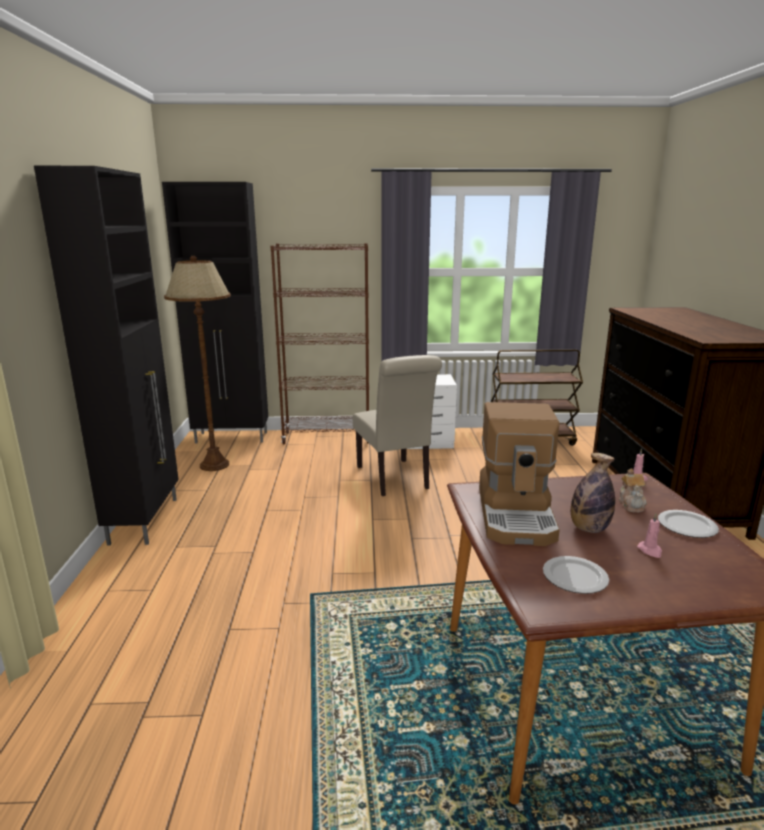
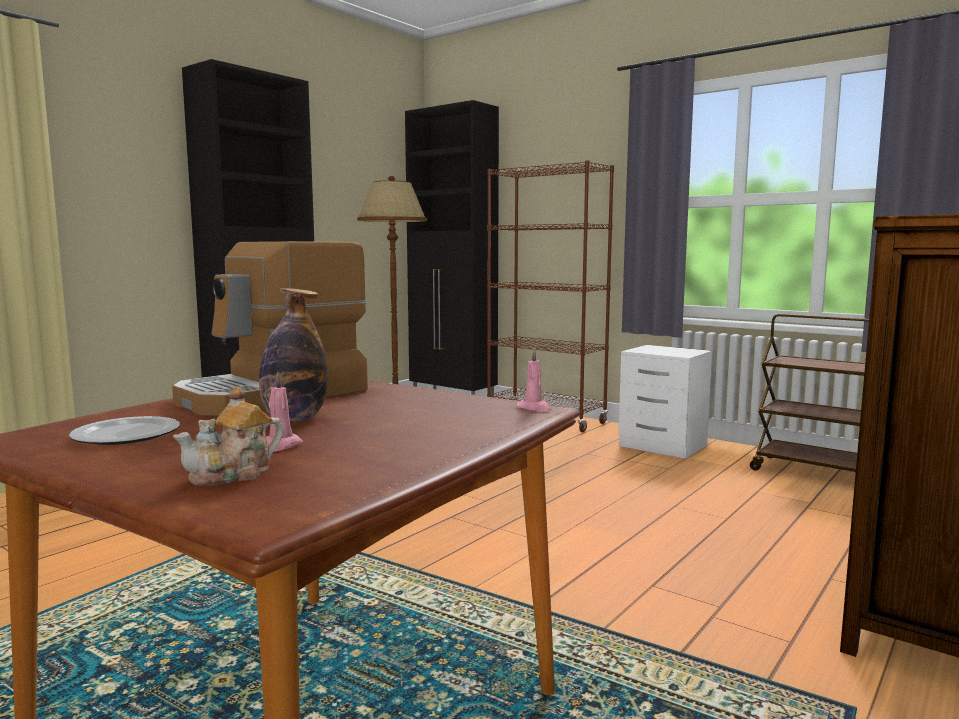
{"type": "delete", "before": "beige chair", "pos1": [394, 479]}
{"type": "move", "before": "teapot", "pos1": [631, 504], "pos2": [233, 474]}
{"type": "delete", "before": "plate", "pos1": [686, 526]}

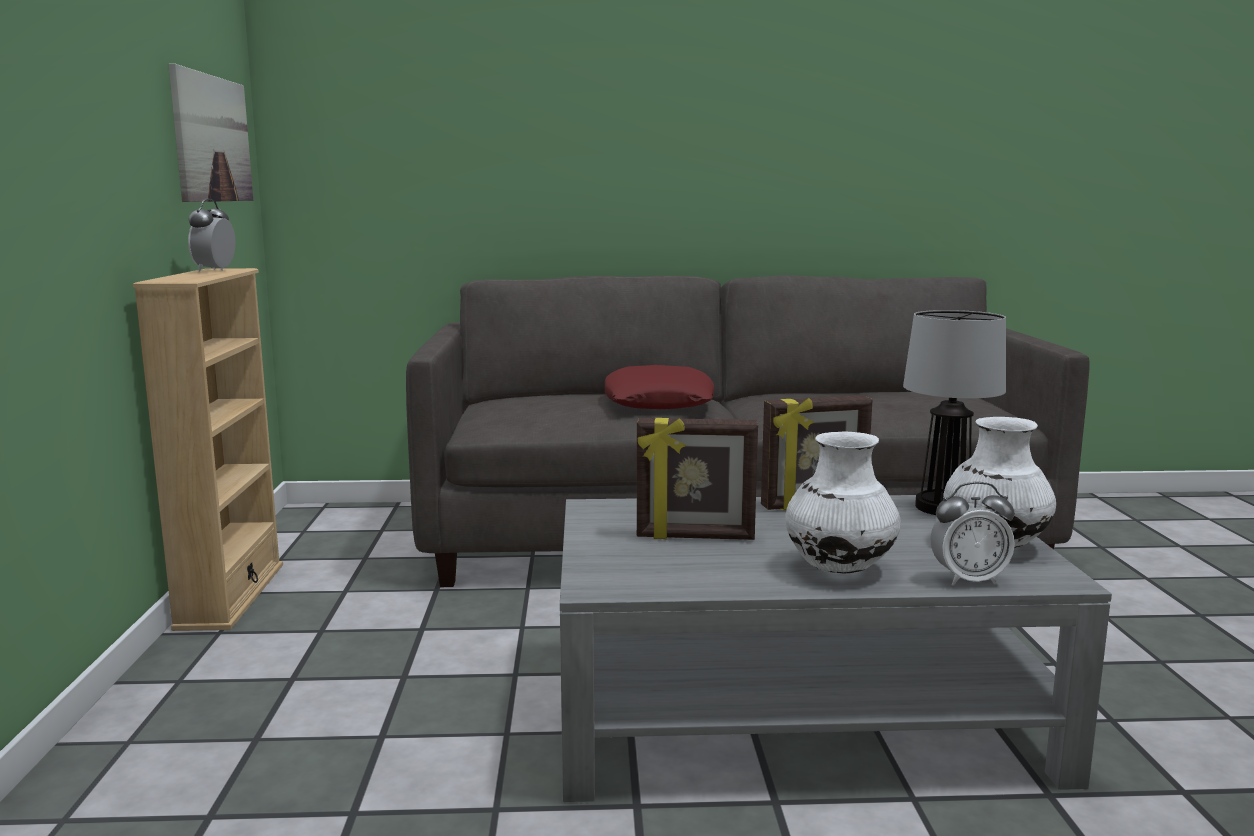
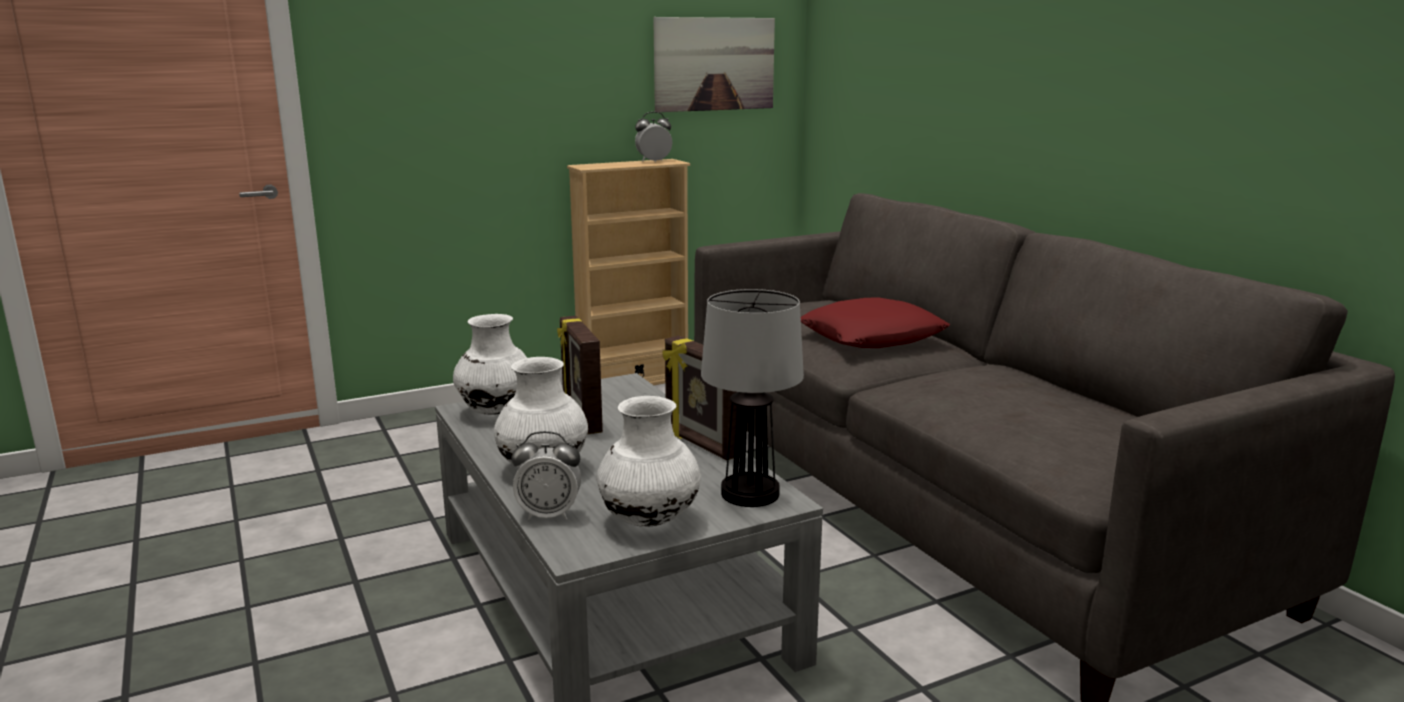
{"type": "rotate", "before": "alarm clock", "pos1": [968, 580], "pos2": [549, 515], "turn": -60}
{"type": "insert", "after": "white vase", "pos2": [496, 411]}

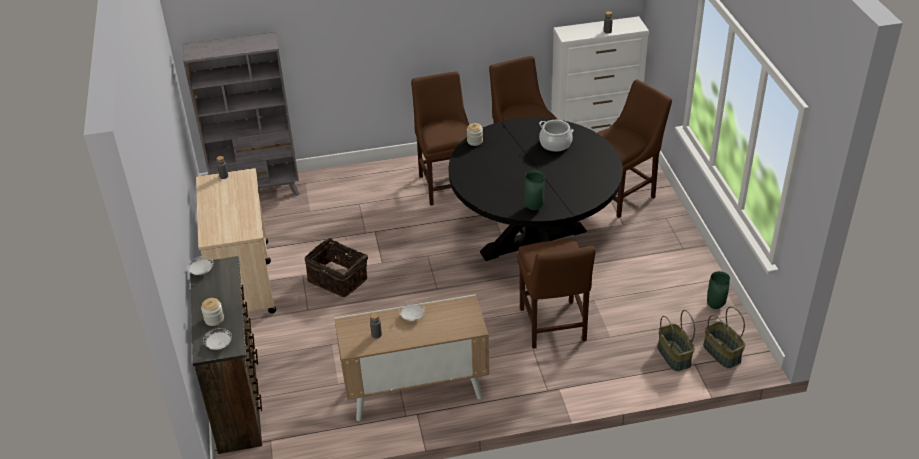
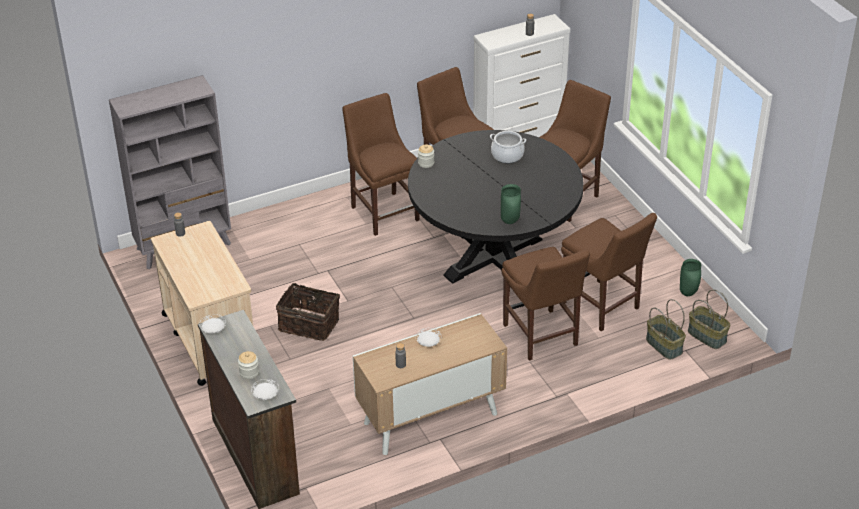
{"type": "insert", "after": "brown chair", "pos2": [602, 307]}

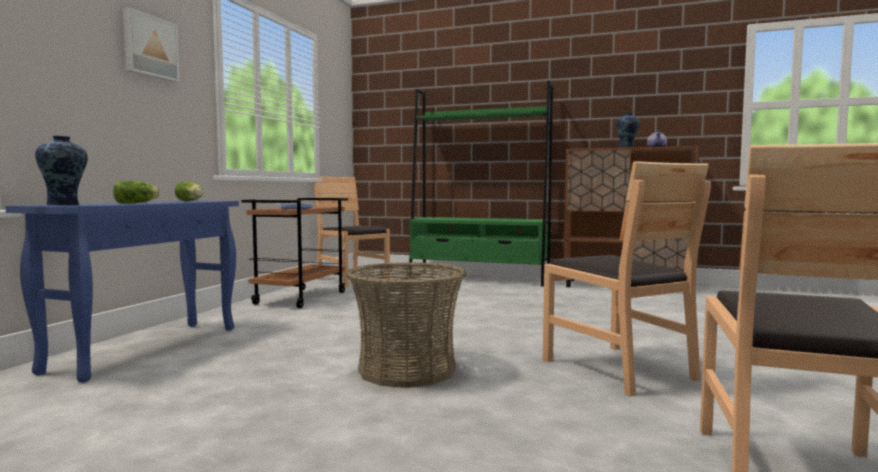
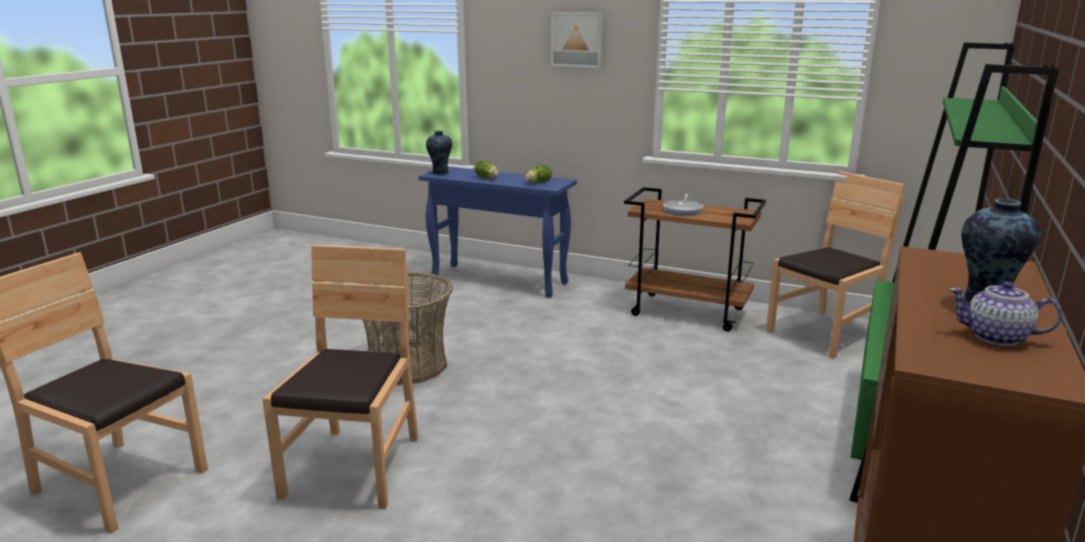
{"type": "rotate", "before": "brown chair", "pos1": [618, 368], "pos2": [354, 467], "turn": 120}

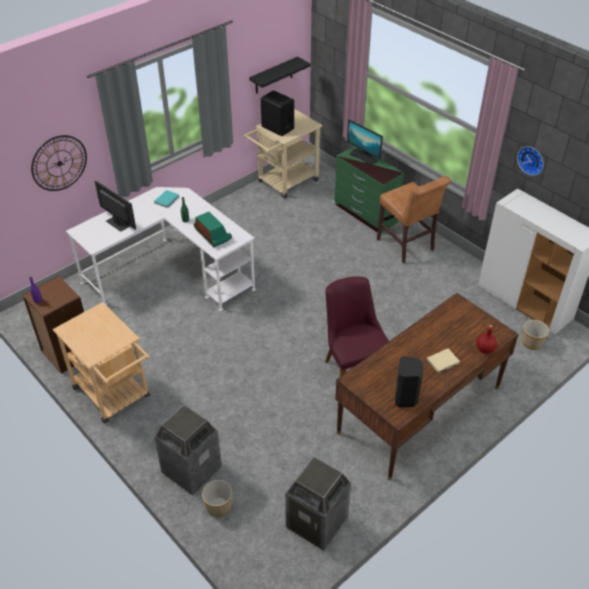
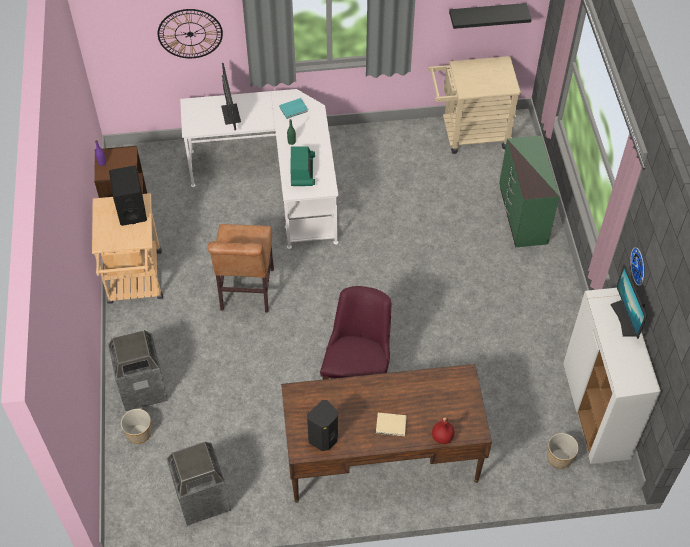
{"type": "move", "before": "black speaker", "pos1": [277, 127], "pos2": [131, 209]}
{"type": "move", "before": "monitor", "pos1": [363, 157], "pos2": [625, 319]}
{"type": "move", "before": "brown chair", "pos1": [407, 246], "pos2": [246, 292]}

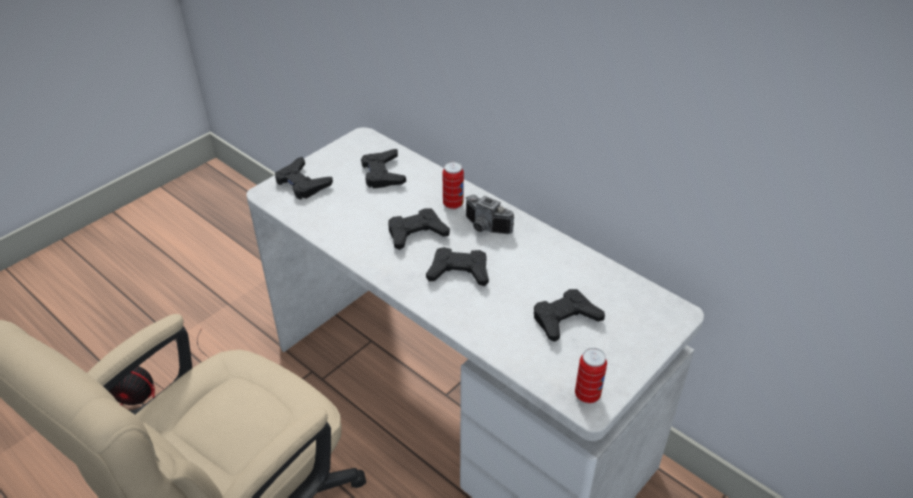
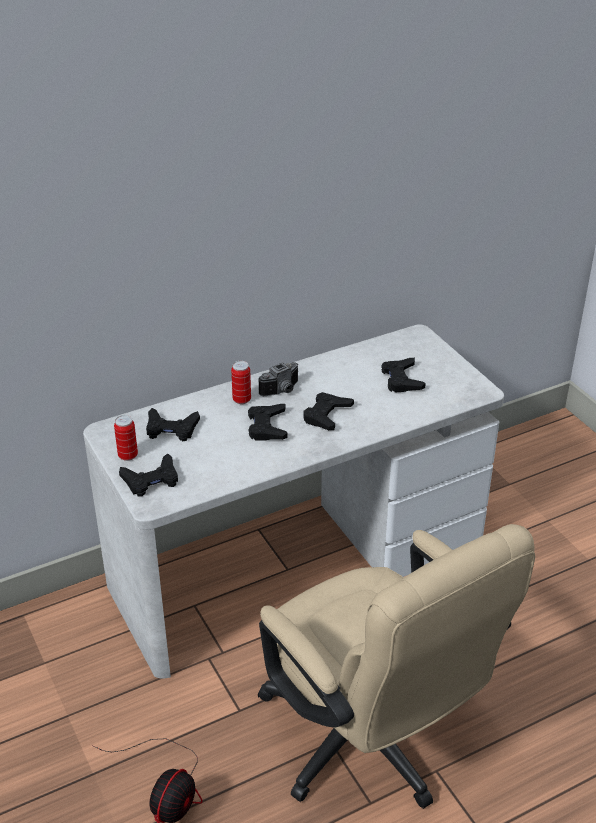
{"type": "move", "before": "can", "pos1": [587, 395], "pos2": [128, 456]}

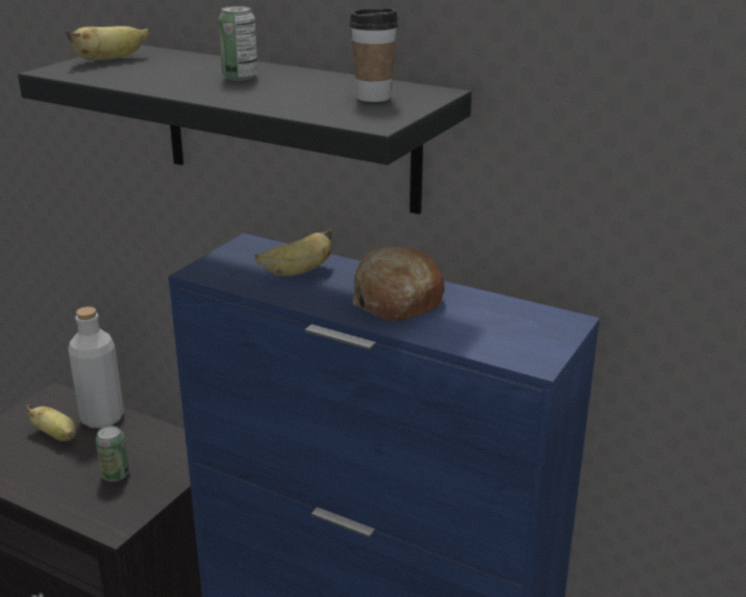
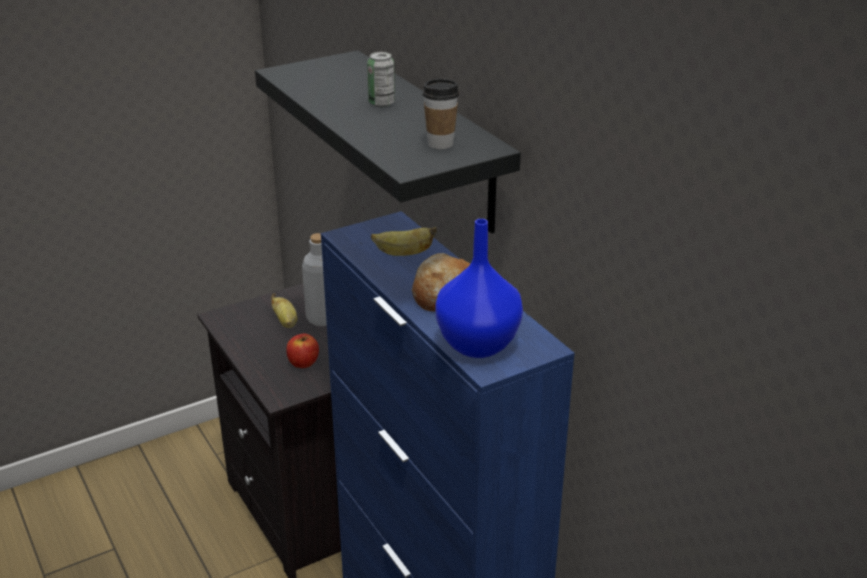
{"type": "delete", "before": "banana", "pos1": [110, 59]}
{"type": "replace", "before": "can", "after": "apple", "pos1": [115, 475], "pos2": [303, 362]}
{"type": "insert", "after": "blue vase", "pos2": [477, 343]}

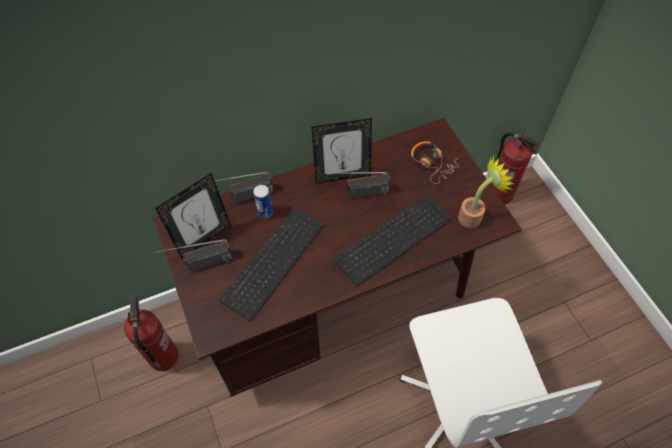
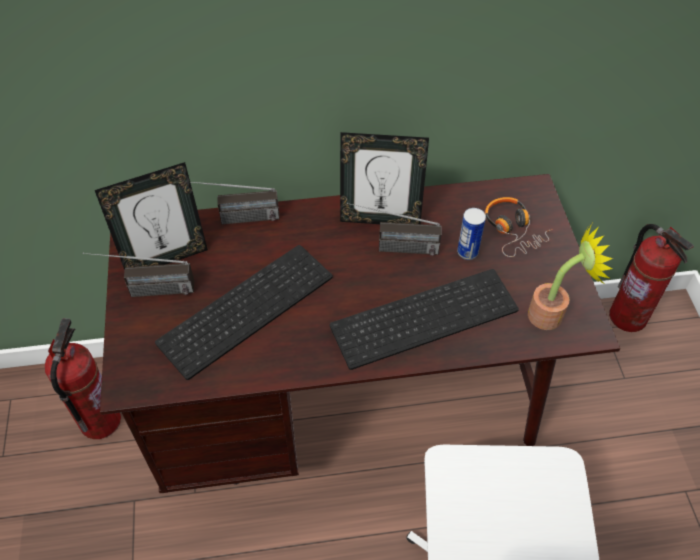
{"type": "move", "before": "can", "pos1": [265, 213], "pos2": [467, 252]}

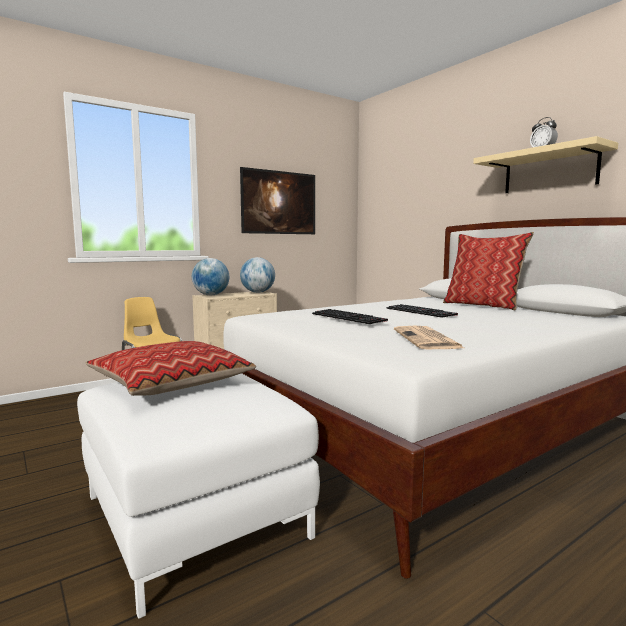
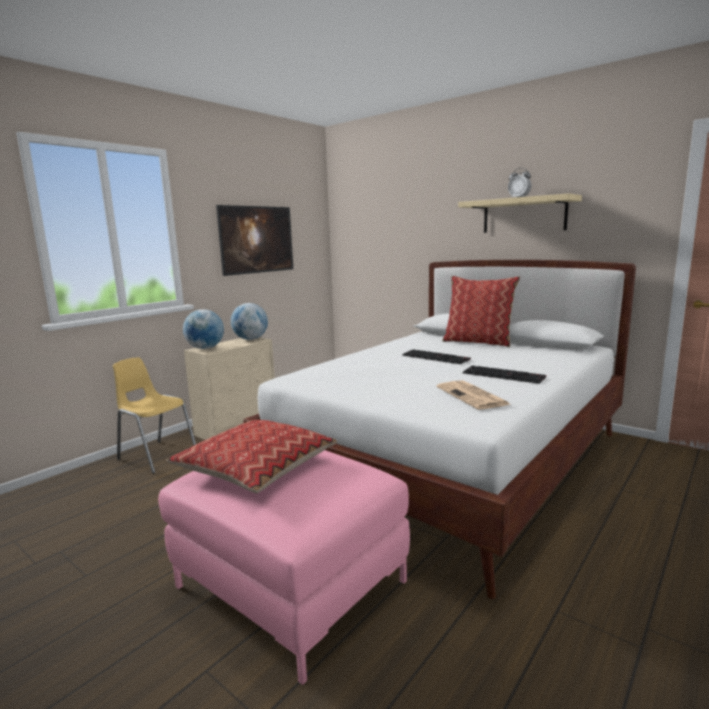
{"type": "move", "before": "keyboard", "pos1": [349, 317], "pos2": [504, 375]}
{"type": "recolor", "before": "white ottoman", "after": "pink ottoman", "pos1": [194, 516], "pos2": [291, 583]}

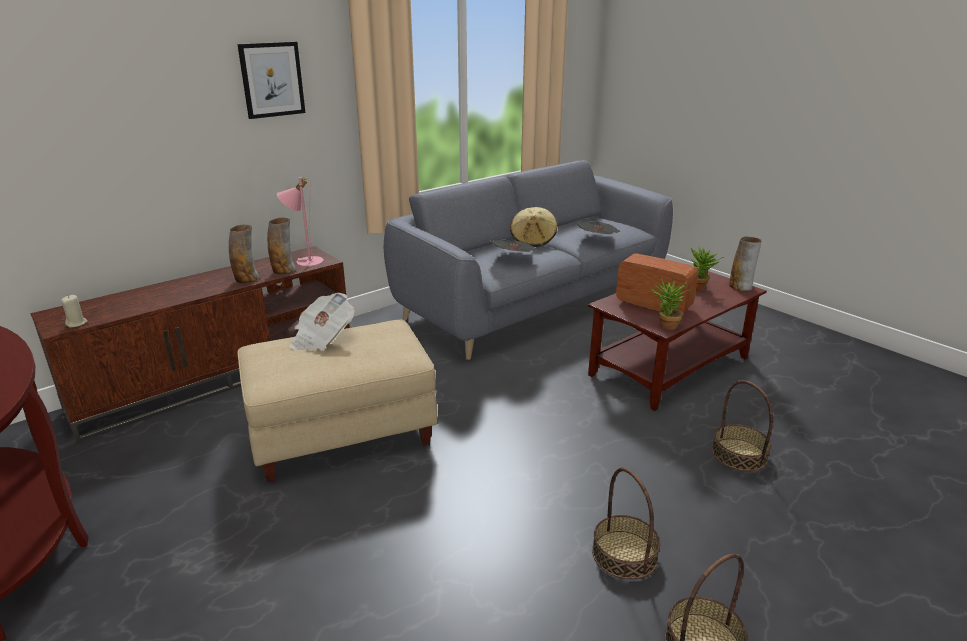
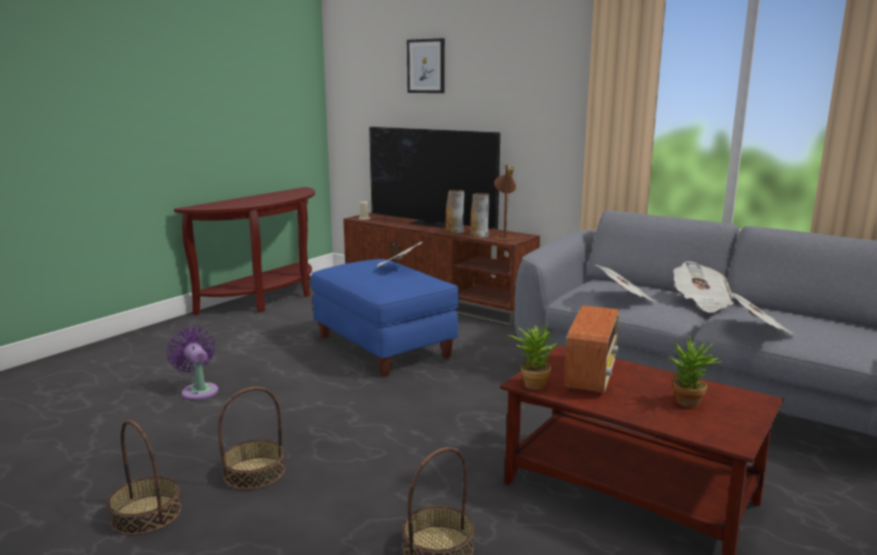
{"type": "move", "before": "picture", "pos1": [272, 80], "pos2": [426, 66]}
{"type": "recolor", "before": "pink table lamp", "after": "brown table lamp", "pos1": [305, 261], "pos2": [504, 237]}
{"type": "replace", "before": "beige hat", "after": "newspaper", "pos1": [533, 240], "pos2": [701, 302]}
{"type": "delete", "before": "vase", "pos1": [740, 286]}
{"type": "recolor", "before": "beige ottoman", "after": "blue ottoman", "pos1": [342, 435], "pos2": [382, 347]}
{"type": "insert", "after": "television", "pos2": [431, 223]}
{"type": "insert", "after": "purple fan", "pos2": [198, 390]}

